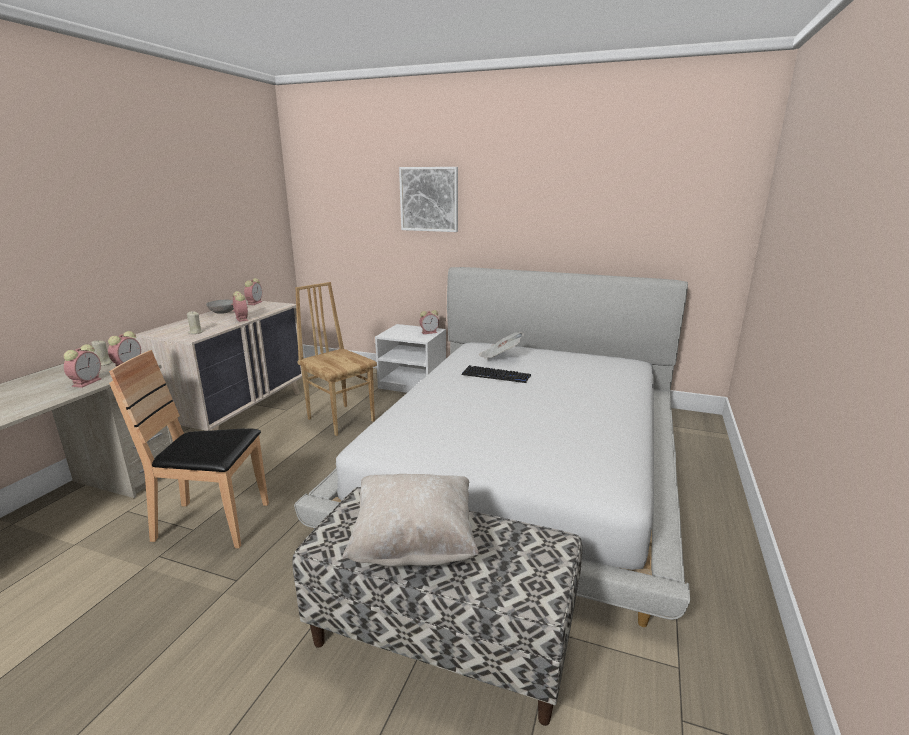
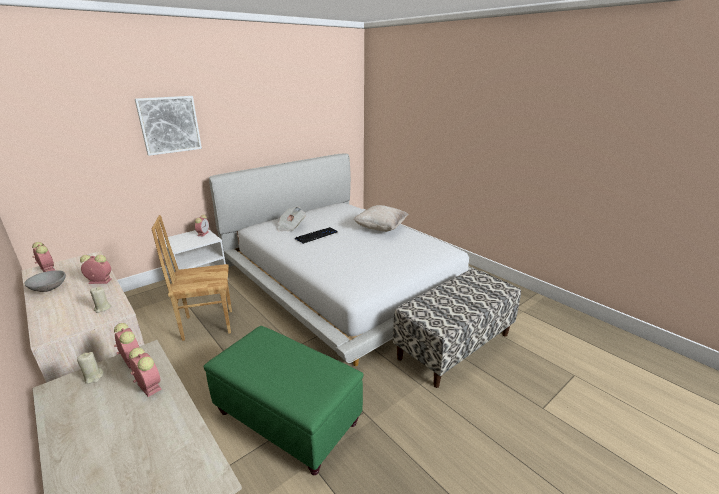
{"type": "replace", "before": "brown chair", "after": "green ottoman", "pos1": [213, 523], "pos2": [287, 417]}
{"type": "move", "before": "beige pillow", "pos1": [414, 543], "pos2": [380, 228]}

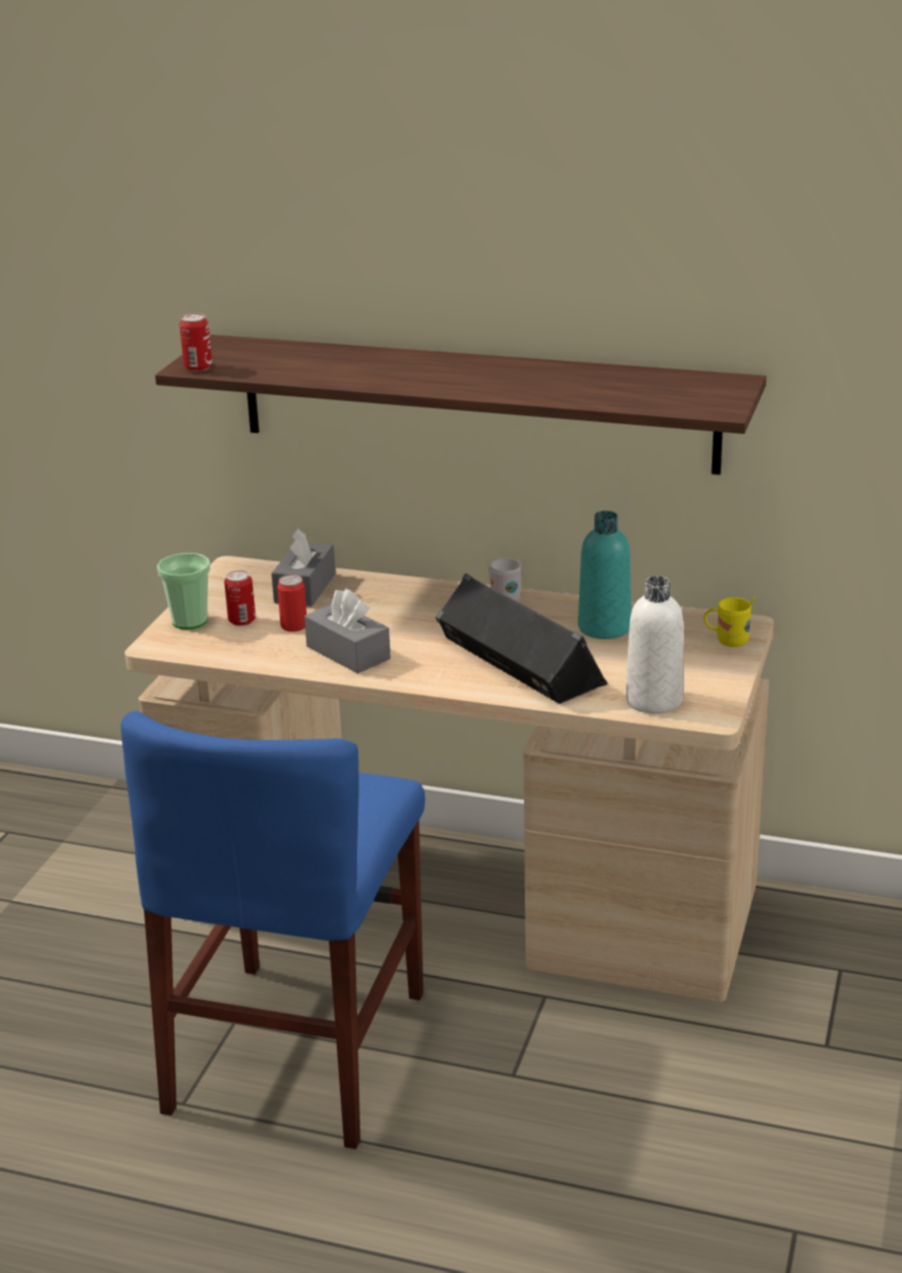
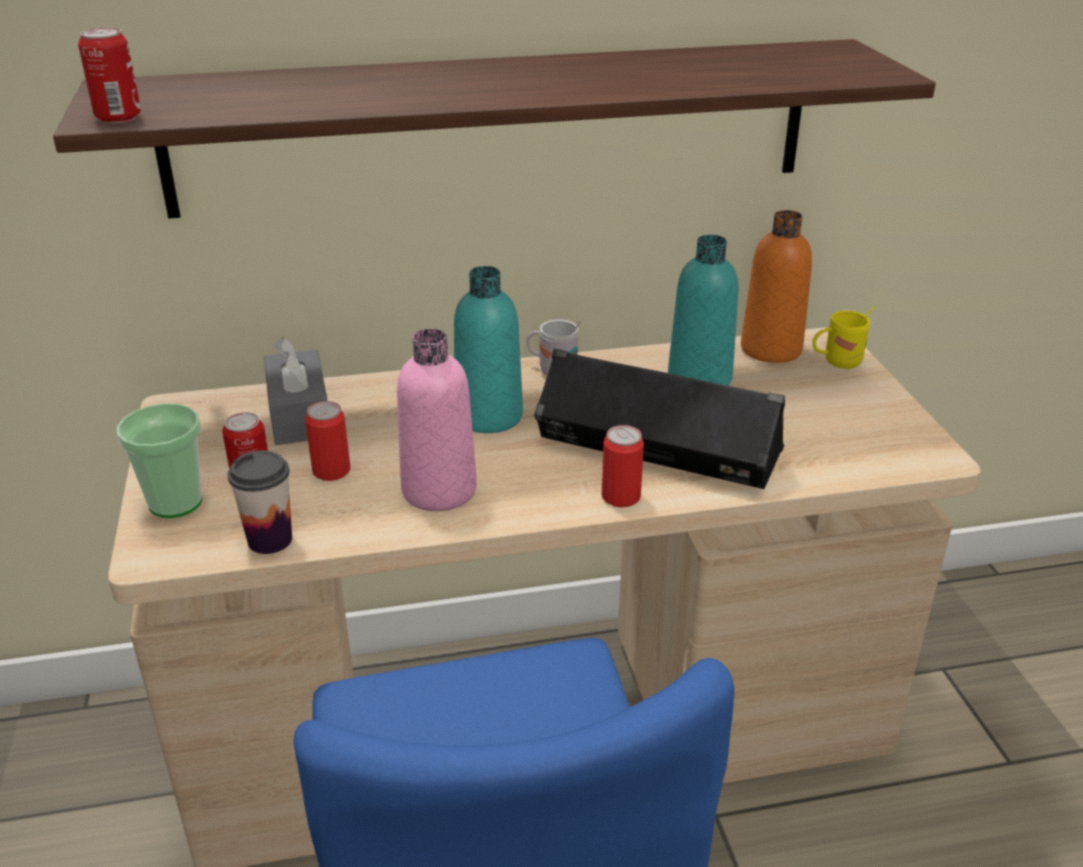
{"type": "delete", "before": "white bottle", "pos1": [654, 700]}
{"type": "replace", "before": "grey tissue box", "after": "pink bottle", "pos1": [348, 652], "pos2": [439, 490]}
{"type": "insert", "after": "orange bottle", "pos2": [771, 349]}
{"type": "insert", "after": "turquoise bottle", "pos2": [489, 416]}
{"type": "insert", "after": "can", "pos2": [621, 497]}
{"type": "insert", "after": "cup", "pos2": [270, 540]}

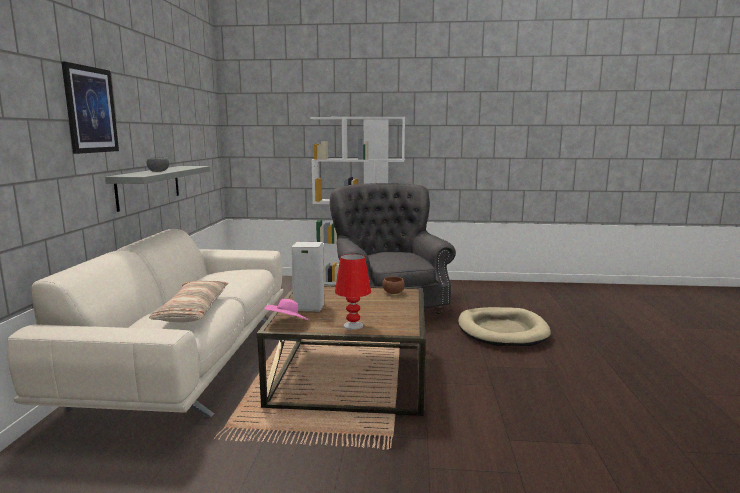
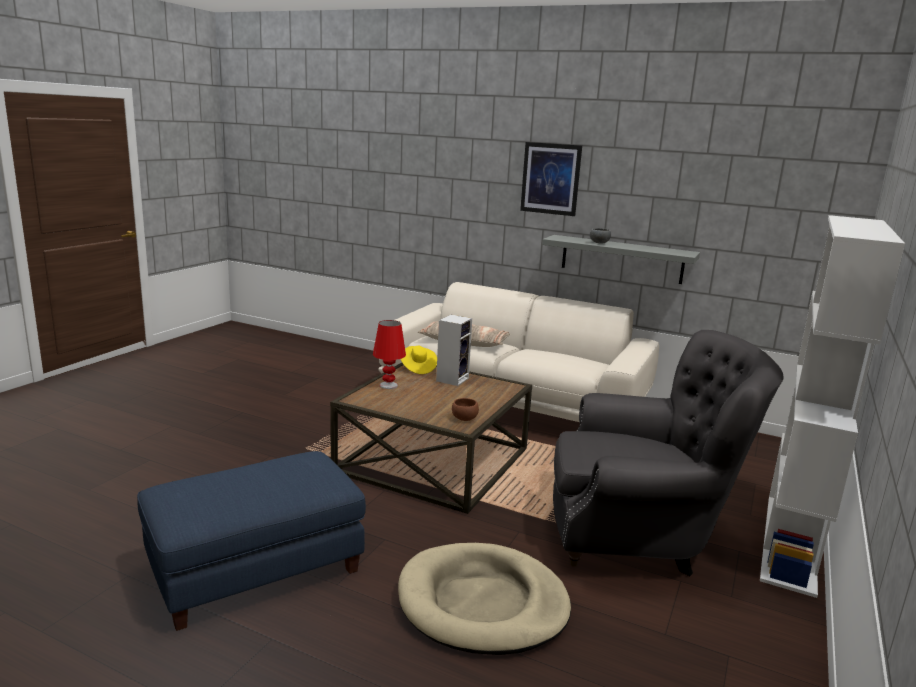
{"type": "recolor", "before": "pink hat", "after": "yellow hat", "pos1": [287, 323], "pos2": [418, 368]}
{"type": "insert", "after": "blue ottoman", "pos2": [254, 569]}

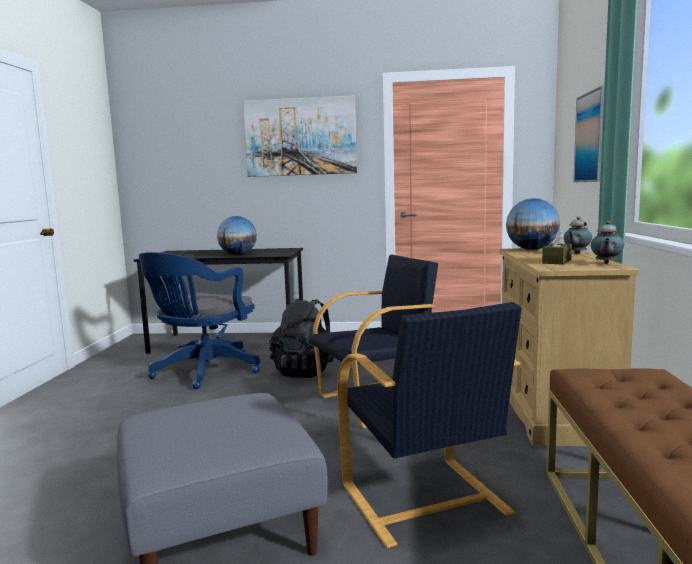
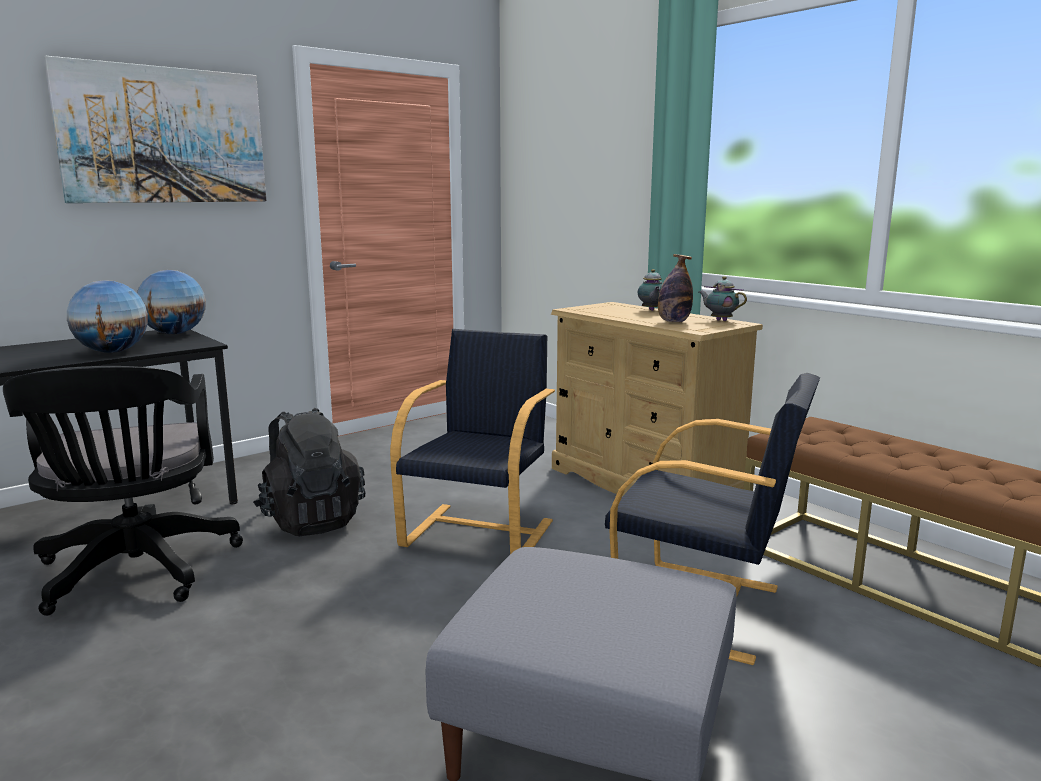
{"type": "delete", "before": "picture", "pos1": [592, 137]}
{"type": "move", "before": "globe", "pos1": [531, 249], "pos2": [174, 333]}
{"type": "rotate", "before": "teapot", "pos1": [605, 263], "pos2": [720, 320], "turn": 150}
{"type": "replace", "before": "brown tissue box", "after": "bottle", "pos1": [556, 261], "pos2": [673, 322]}
{"type": "recolor", "before": "blue office chair", "after": "black office chair", "pos1": [203, 372], "pos2": [136, 573]}

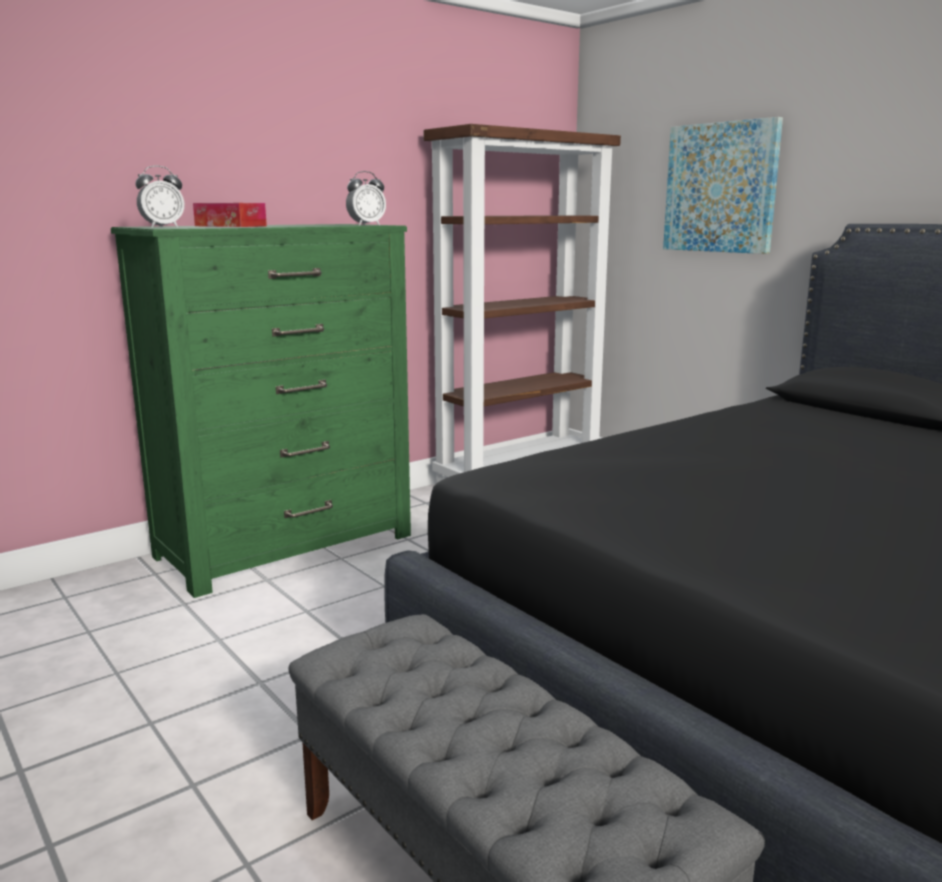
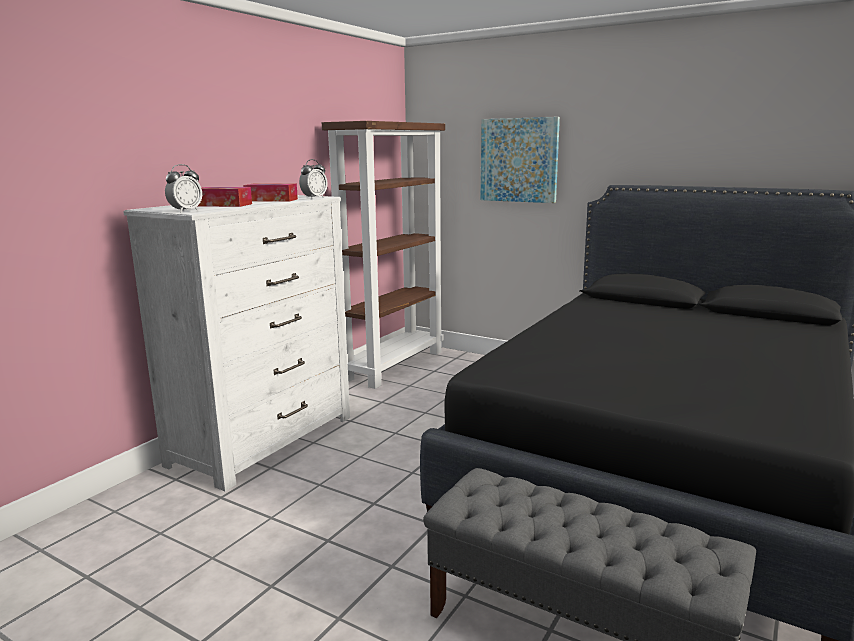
{"type": "recolor", "before": "green dresser", "after": "white dresser", "pos1": [286, 546], "pos2": [264, 440]}
{"type": "insert", "after": "tissue box", "pos2": [271, 200]}

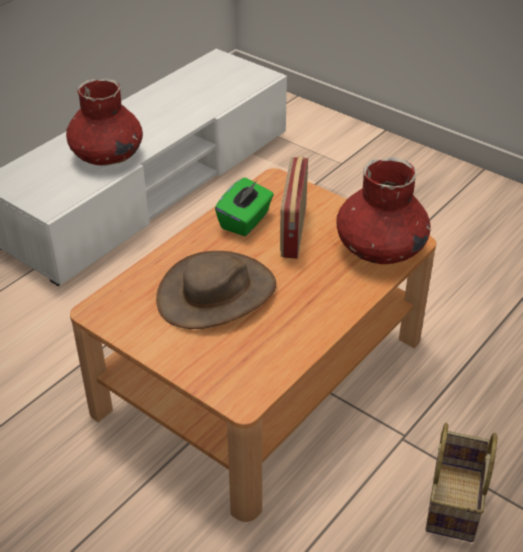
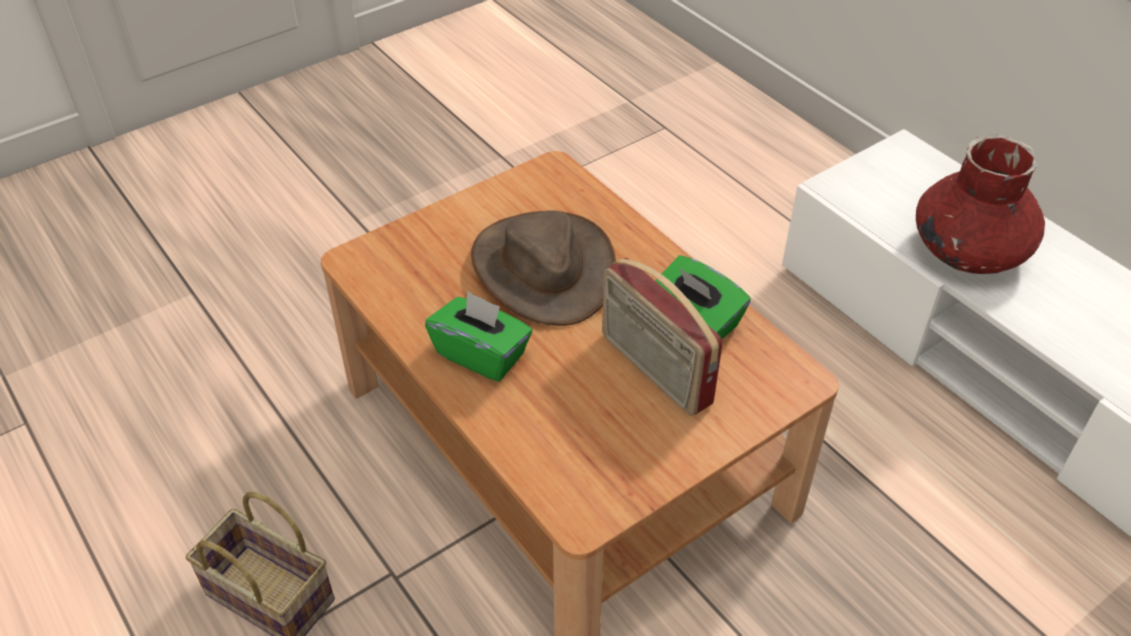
{"type": "rotate", "before": "radio", "pos1": [292, 231], "pos2": [654, 370], "turn": -150}
{"type": "delete", "before": "red vase", "pos1": [380, 248]}
{"type": "insert", "after": "green tissue box", "pos2": [481, 354]}

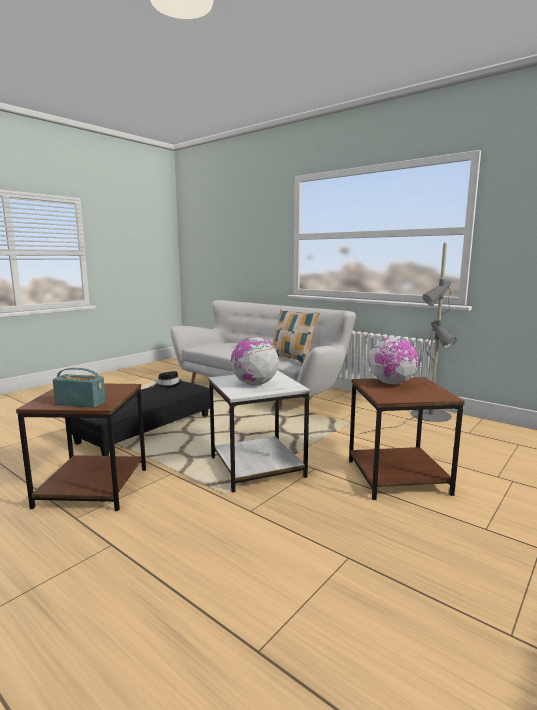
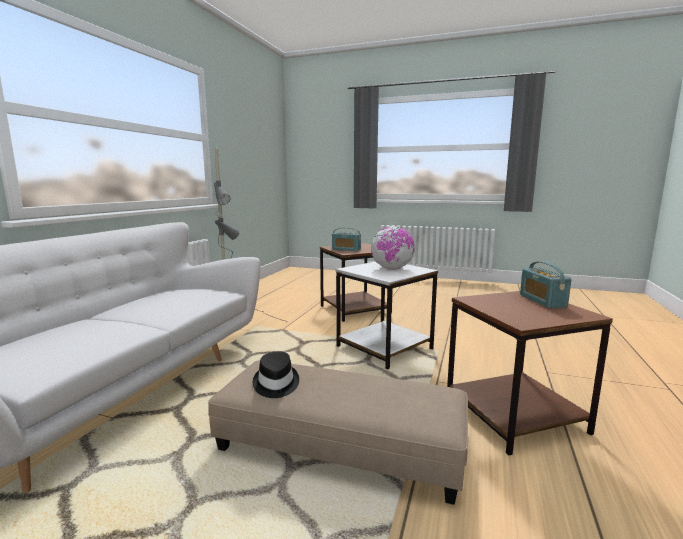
{"type": "delete", "before": "pillow", "pos1": [292, 359]}
{"type": "replace", "before": "globe", "after": "radio", "pos1": [392, 383], "pos2": [346, 249]}
{"type": "recolor", "before": "black ottoman", "after": "beige ottoman", "pos1": [147, 429], "pos2": [339, 446]}

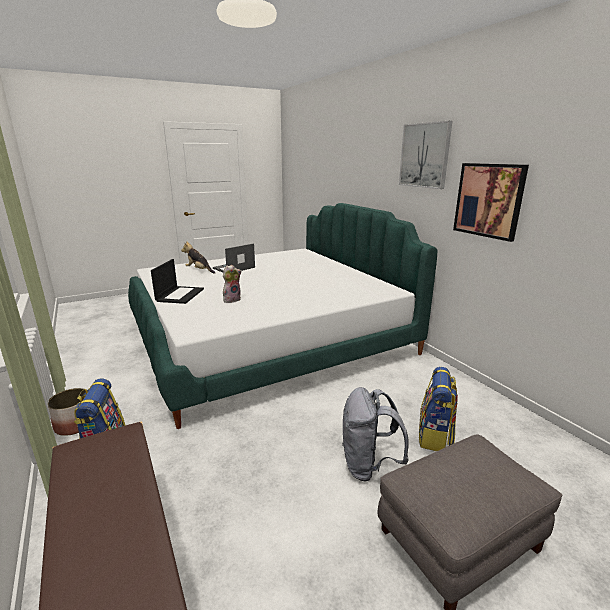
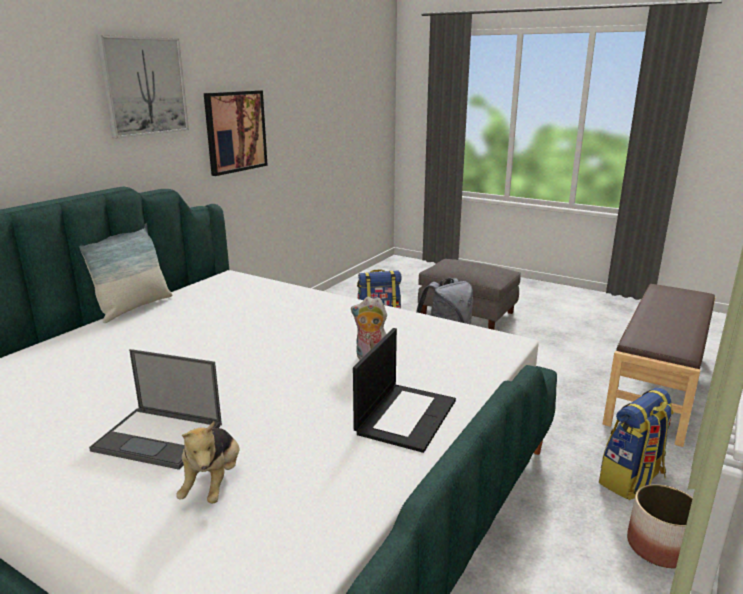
{"type": "rotate", "before": "laptop", "pos1": [180, 295], "pos2": [405, 416], "turn": 135}
{"type": "insert", "after": "pillow", "pos2": [133, 307]}

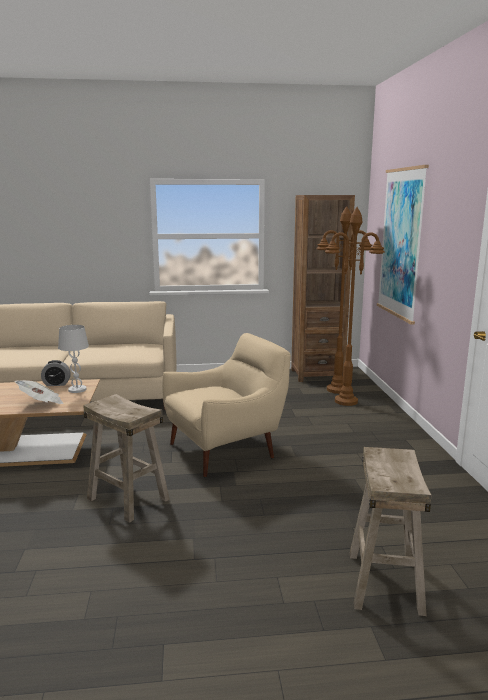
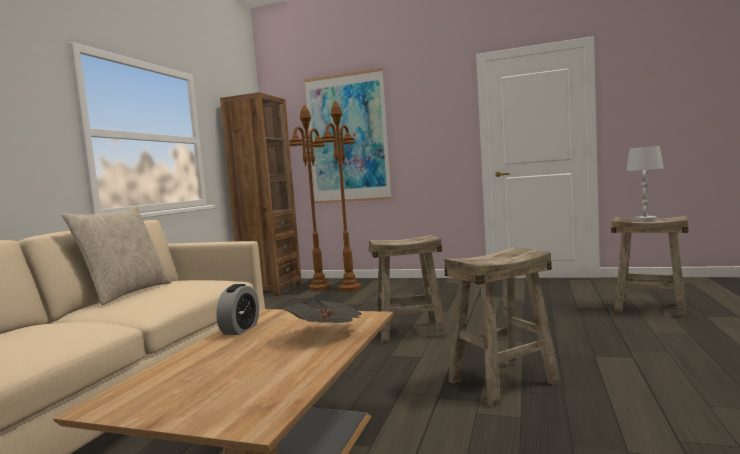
{"type": "move", "before": "white table lamp", "pos1": [77, 389], "pos2": [645, 219]}
{"type": "replace", "before": "beige armchair", "after": "beige stool", "pos1": [226, 449], "pos2": [410, 332]}
{"type": "insert", "after": "beige pillow", "pos2": [126, 294]}

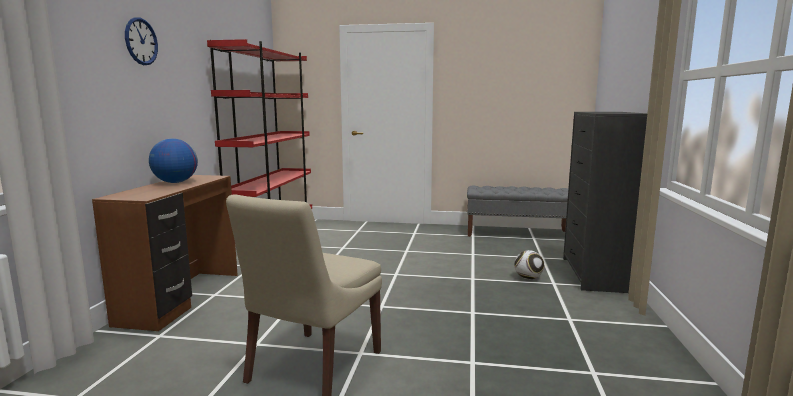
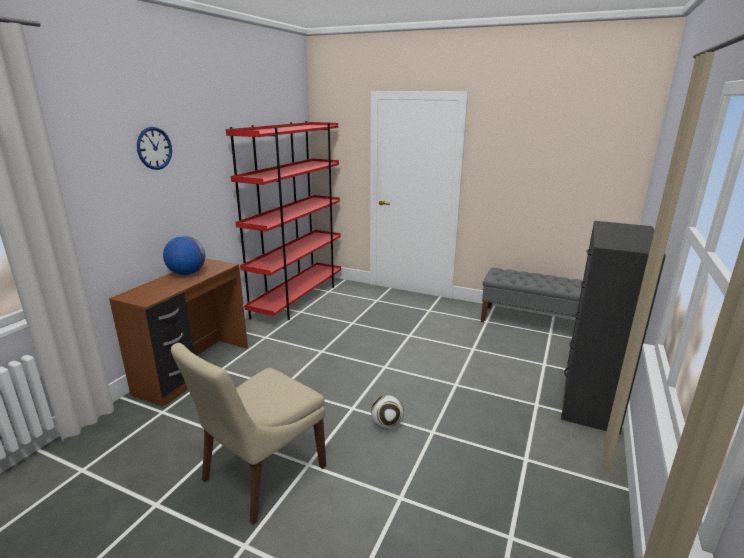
{"type": "move", "before": "football", "pos1": [528, 278], "pos2": [387, 425]}

